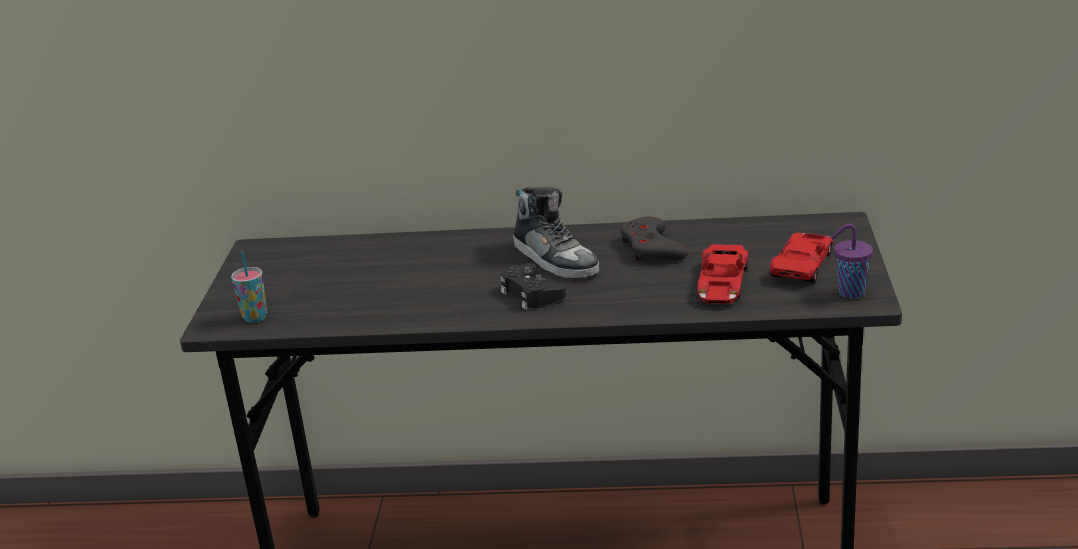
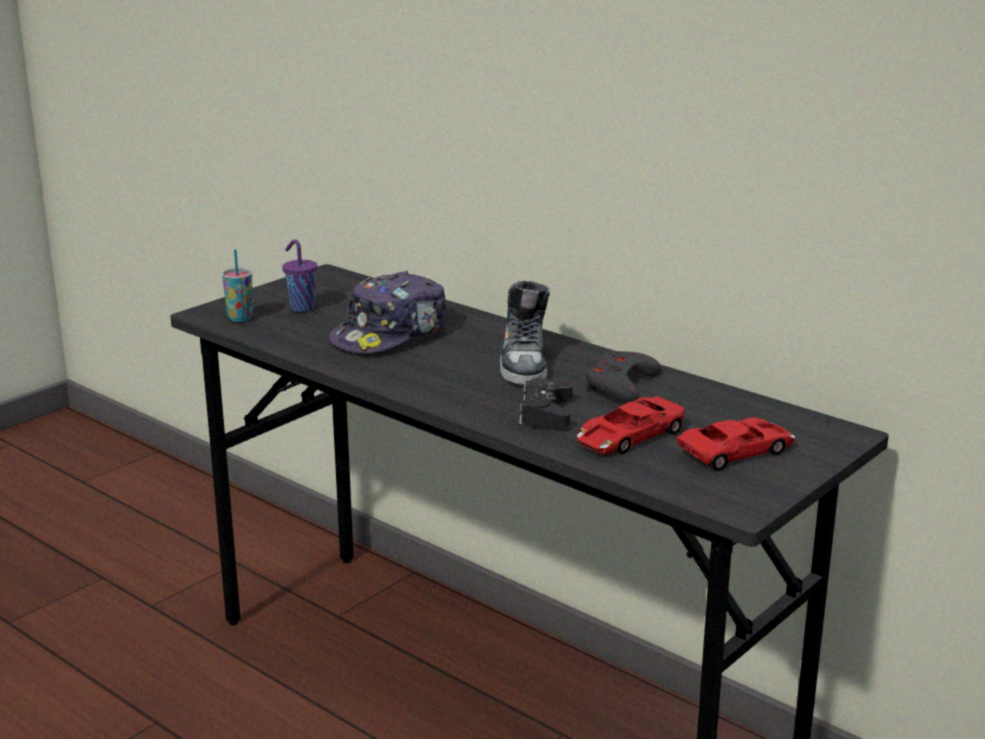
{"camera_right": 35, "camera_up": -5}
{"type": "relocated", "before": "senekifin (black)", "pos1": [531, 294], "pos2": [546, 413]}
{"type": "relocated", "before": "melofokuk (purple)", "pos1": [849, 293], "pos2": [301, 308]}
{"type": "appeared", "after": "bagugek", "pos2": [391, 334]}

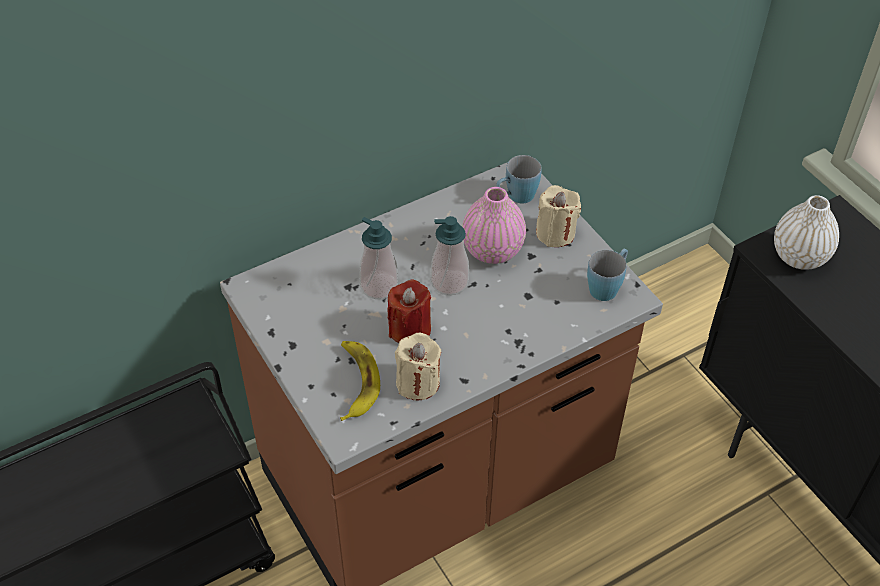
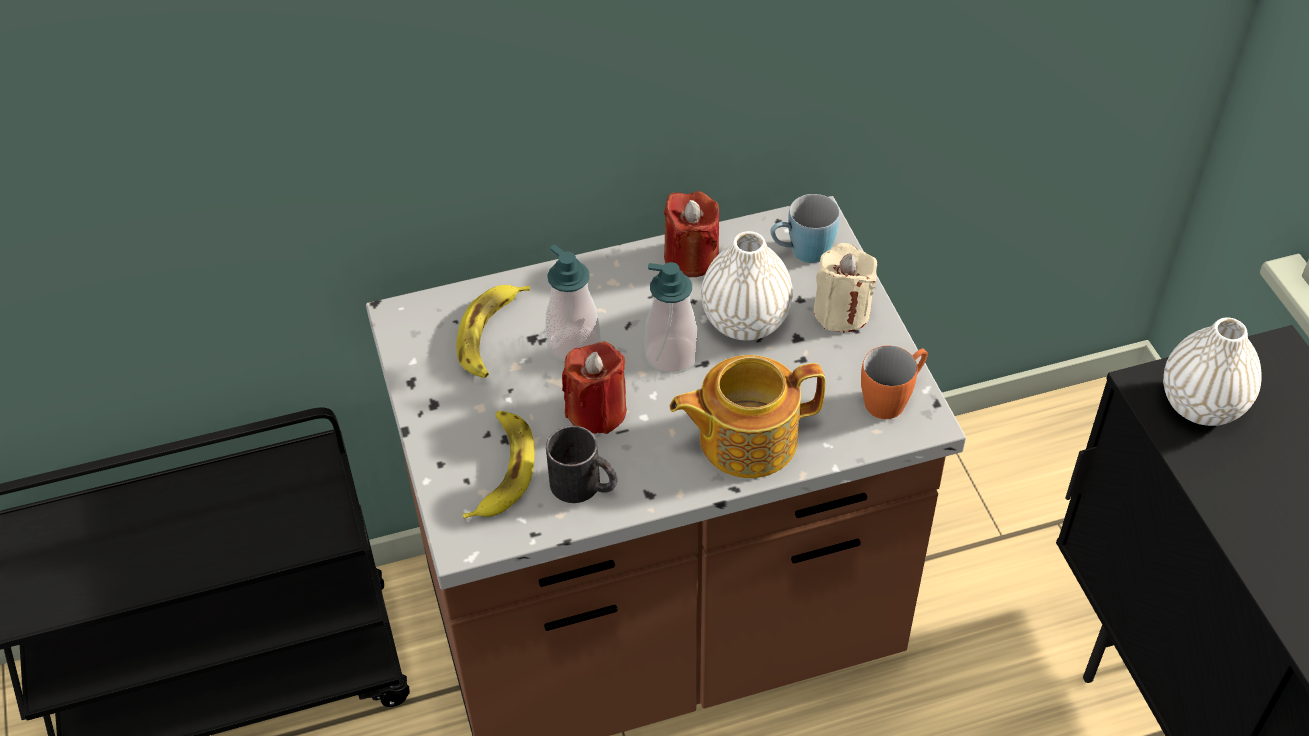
{"camera_right": 15, "camera_up": 0}
{"type": "exchanged", "before": "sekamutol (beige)", "after": "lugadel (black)", "pos1": [418, 383], "pos2": [584, 486]}
{"type": "colour", "before": "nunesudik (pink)", "after": "nunesudik (white)", "pos1": [492, 250], "pos2": [745, 321]}
{"type": "colour", "before": "lugadel (blue)", "after": "lugadel (orange)", "pos1": [607, 286], "pos2": [892, 398]}
{"type": "appeared", "after": "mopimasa", "pos2": [490, 335]}
{"type": "appeared", "after": "sekamutol (red)", "pos2": [691, 257]}
{"type": "appeared", "after": "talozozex", "pos2": [745, 438]}

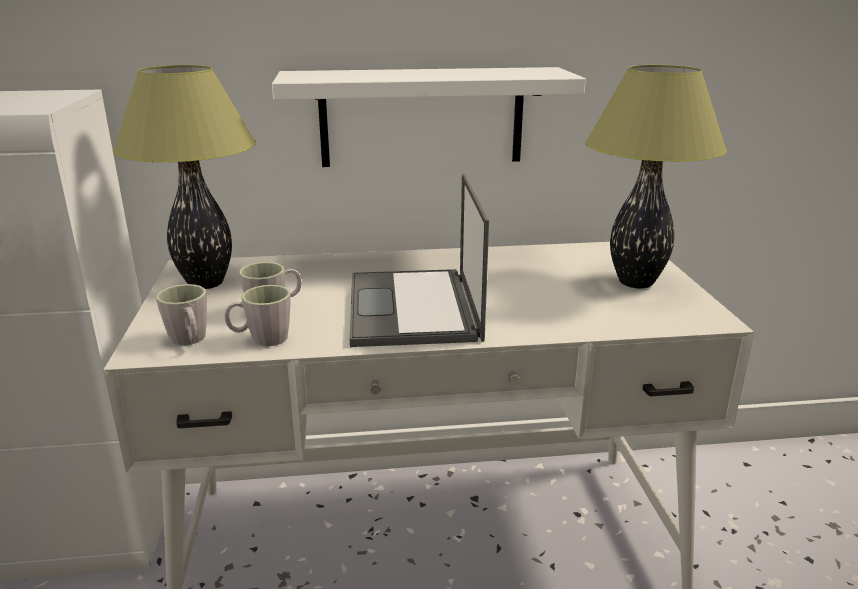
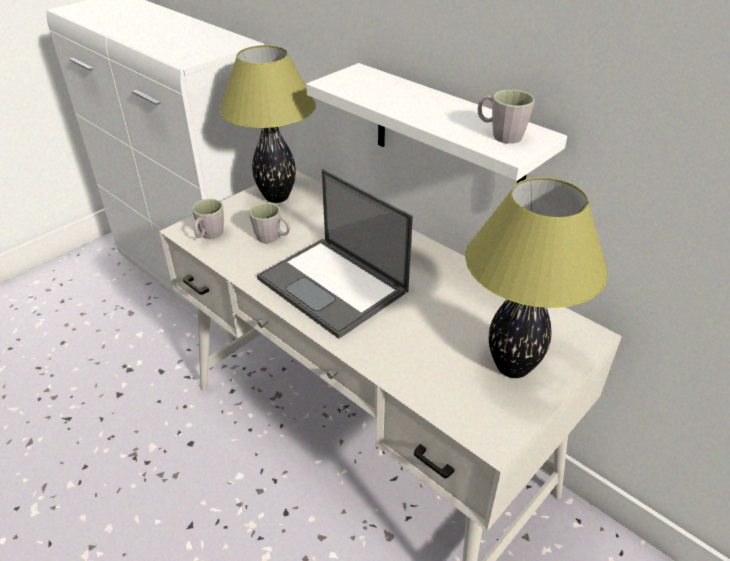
{"camera_right": 50, "camera_up": 15}
{"type": "relocated", "before": "lugadel (grey)", "pos1": [261, 339], "pos2": [500, 135]}
{"type": "spun", "before": "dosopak", "pos1": [414, 308], "pos2": [334, 286], "turn": -90}

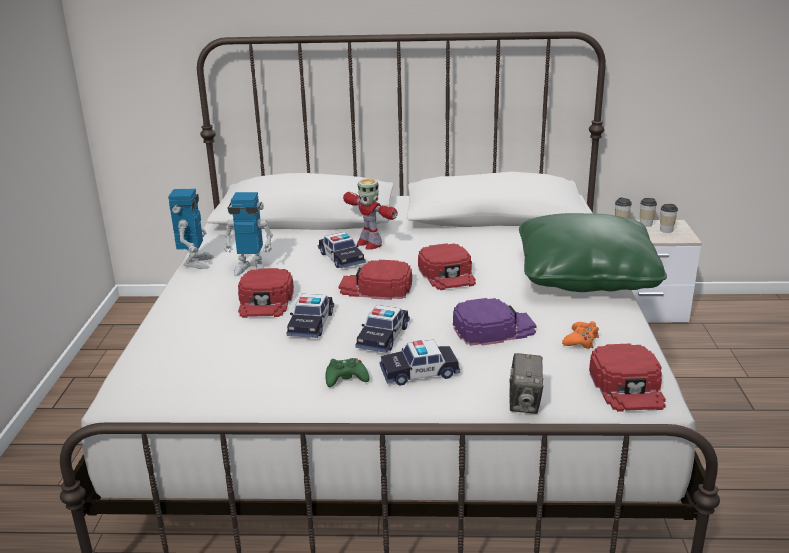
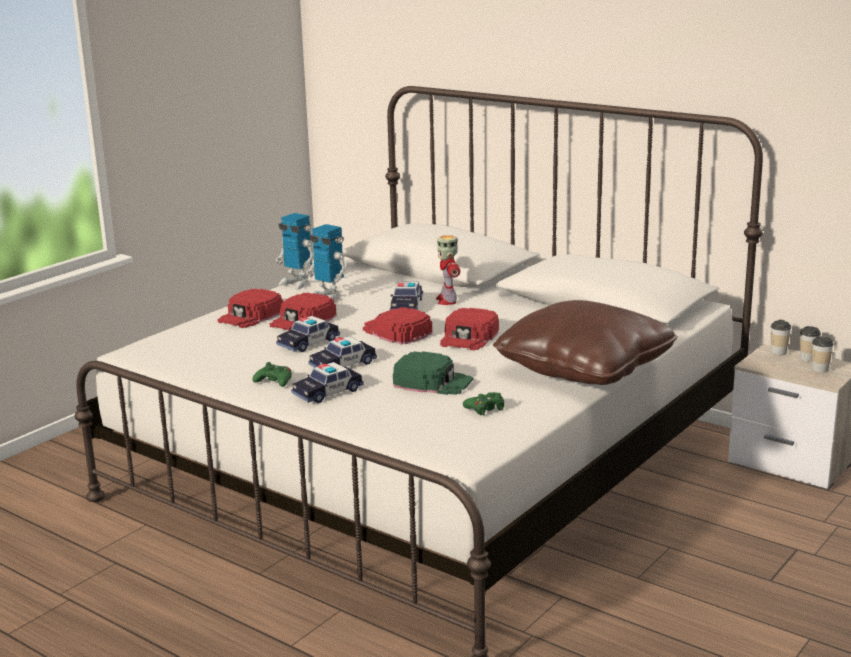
{"camera_right": 35, "camera_up": -5}
{"type": "spun", "before": "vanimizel", "pos1": [196, 263], "pos2": [297, 283], "turn": 90}
{"type": "spun", "before": "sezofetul", "pos1": [419, 372], "pos2": [328, 392], "turn": -60}
{"type": "colour", "before": "bagugek (purple)", "after": "bagugek (green)", "pos1": [493, 328], "pos2": [433, 382]}
{"type": "missing", "before": "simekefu", "pos1": [524, 403]}
{"type": "colour", "before": "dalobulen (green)", "after": "dalobulen (brown)", "pos1": [585, 276], "pos2": [584, 368]}
{"type": "colour", "before": "senekifin (orange)", "after": "senekifin (green)", "pos1": [581, 340], "pos2": [485, 408]}
{"type": "relocated", "before": "bagugek (red)", "pos1": [627, 386], "pos2": [251, 316]}

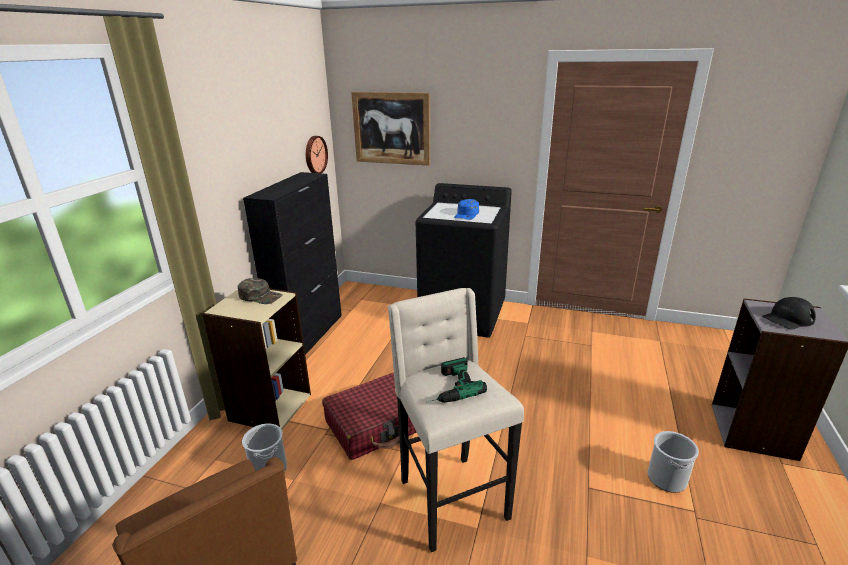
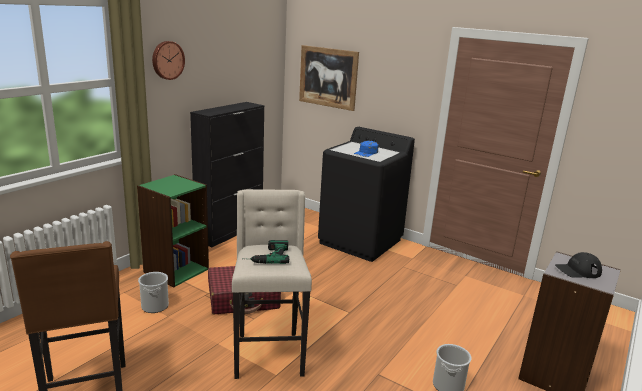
{"camera_right": 15, "camera_up": -5}
{"type": "colour", "before": "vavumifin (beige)", "after": "vavumifin (green)", "pos1": [270, 407], "pos2": [176, 270]}
{"type": "missing", "before": "bagugek (green)", "pos1": [260, 296]}
{"type": "relocated", "before": "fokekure", "pos1": [315, 154], "pos2": [167, 60]}

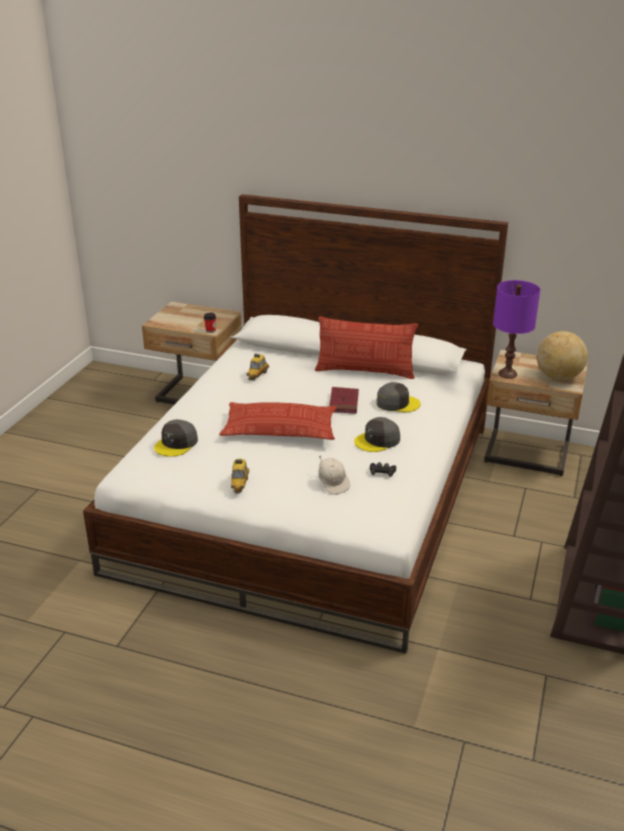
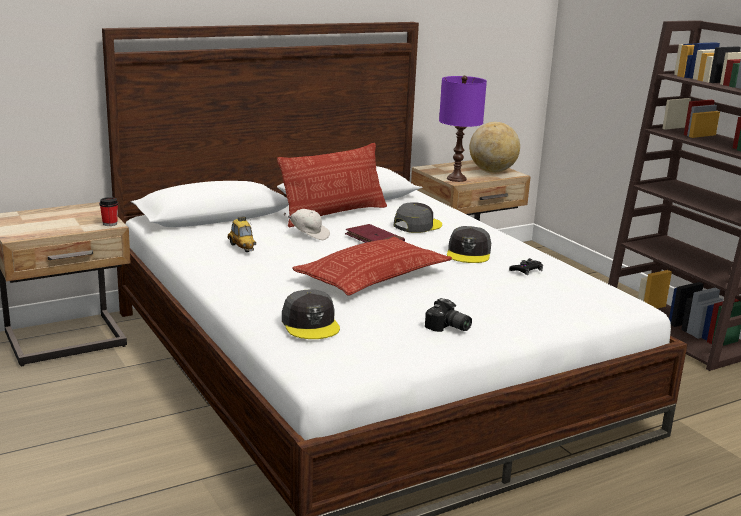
{"camera_right": -50, "camera_up": -10}
{"type": "exchanged", "before": "sezofetul", "after": "simekefu", "pos1": [239, 484], "pos2": [448, 328]}
{"type": "relocated", "before": "bagugek (white)", "pos1": [333, 483], "pos2": [309, 235]}

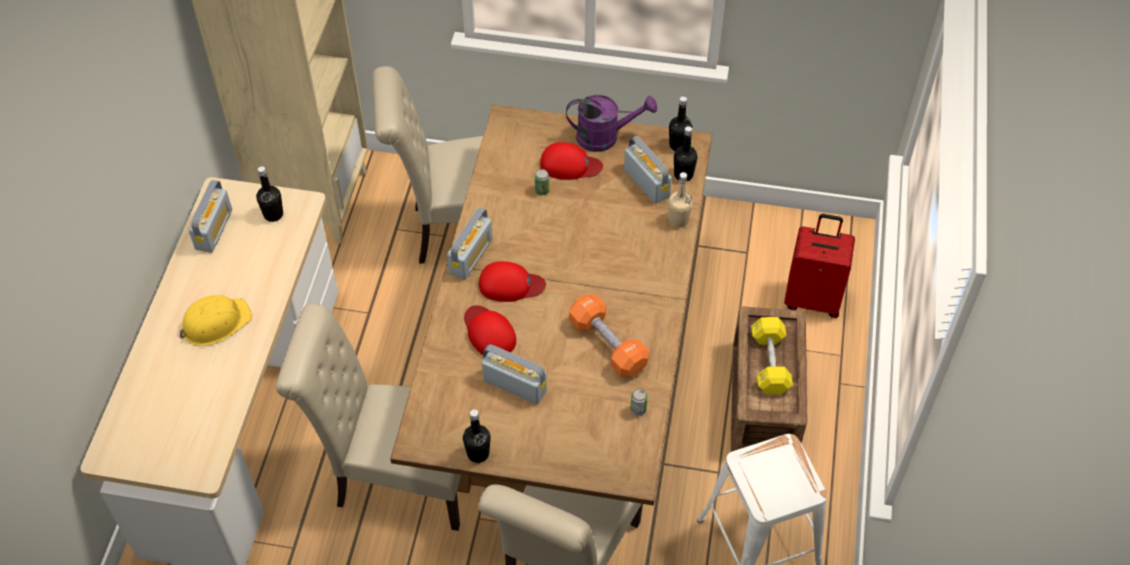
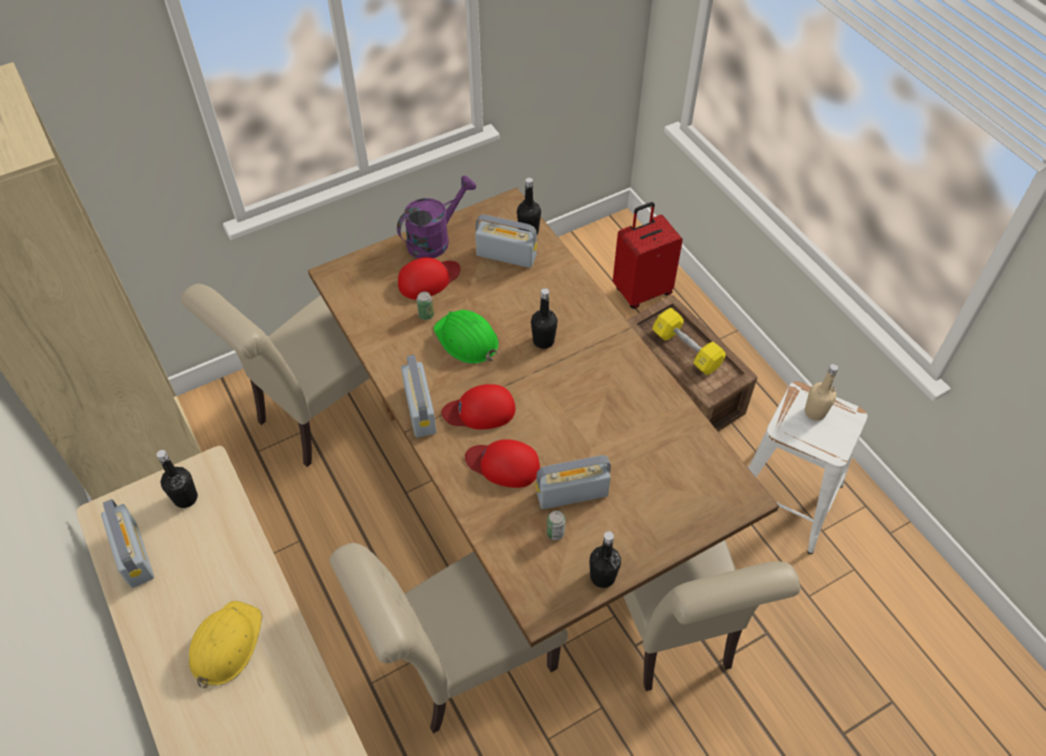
{"camera_right": -40, "camera_up": 0}
{"type": "spun", "before": "bagugek (red)", "pos1": [510, 285], "pos2": [480, 411], "turn": -150}
{"type": "missing", "before": "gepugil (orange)", "pos1": [608, 345]}
{"type": "relocated", "before": "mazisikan", "pos1": [638, 410], "pos2": [555, 533]}
{"type": "relocated", "before": "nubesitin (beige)", "pos1": [678, 220], "pos2": [815, 412]}
{"type": "relocated", "before": "nubesitin (black)", "pos1": [678, 145], "pos2": [543, 341]}
{"type": "appeared", "after": "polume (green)", "pos2": [466, 340]}

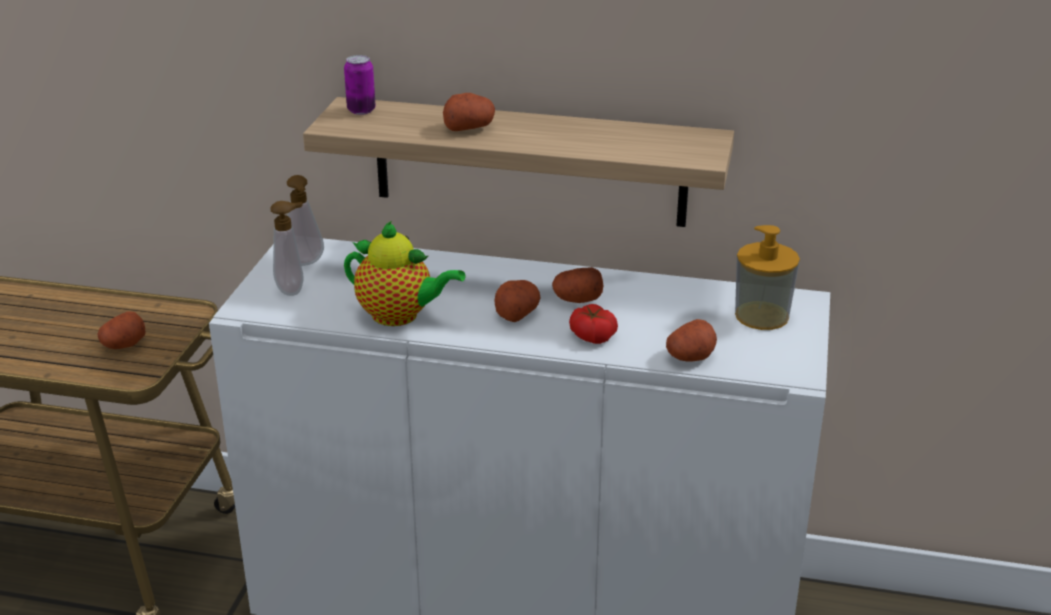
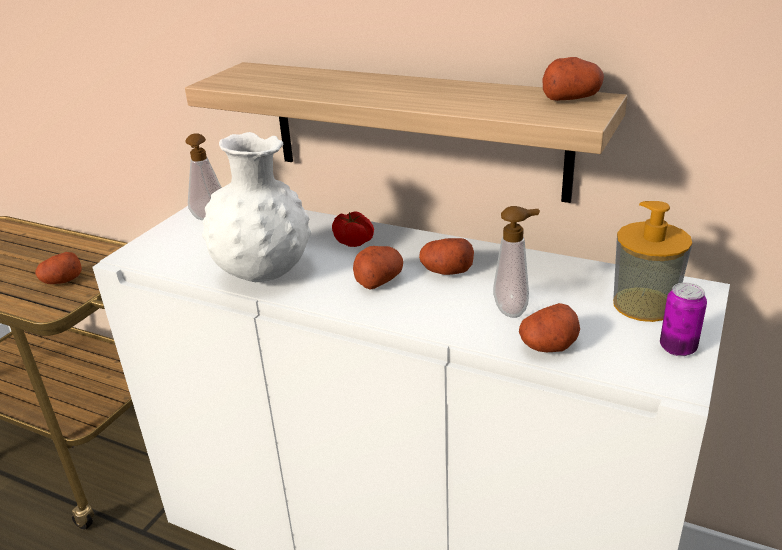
{"camera_right": 15, "camera_up": 0}
{"type": "relocated", "before": "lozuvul", "pos1": [293, 290], "pos2": [513, 310]}
{"type": "relocated", "before": "mazisikan", "pos1": [361, 110], "pos2": [677, 348]}
{"type": "exchanged", "before": "talozozex", "after": "nunesudik (white)", "pos1": [400, 316], "pos2": [264, 274]}
{"type": "relocated", "before": "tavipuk", "pos1": [469, 127], "pos2": [571, 98]}
{"type": "relocated", "before": "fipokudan", "pos1": [592, 336], "pos2": [353, 240]}

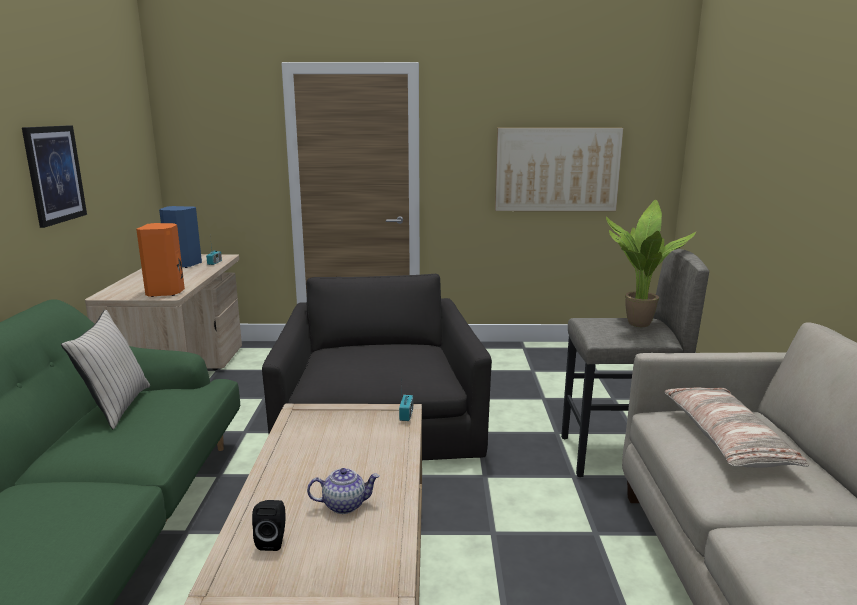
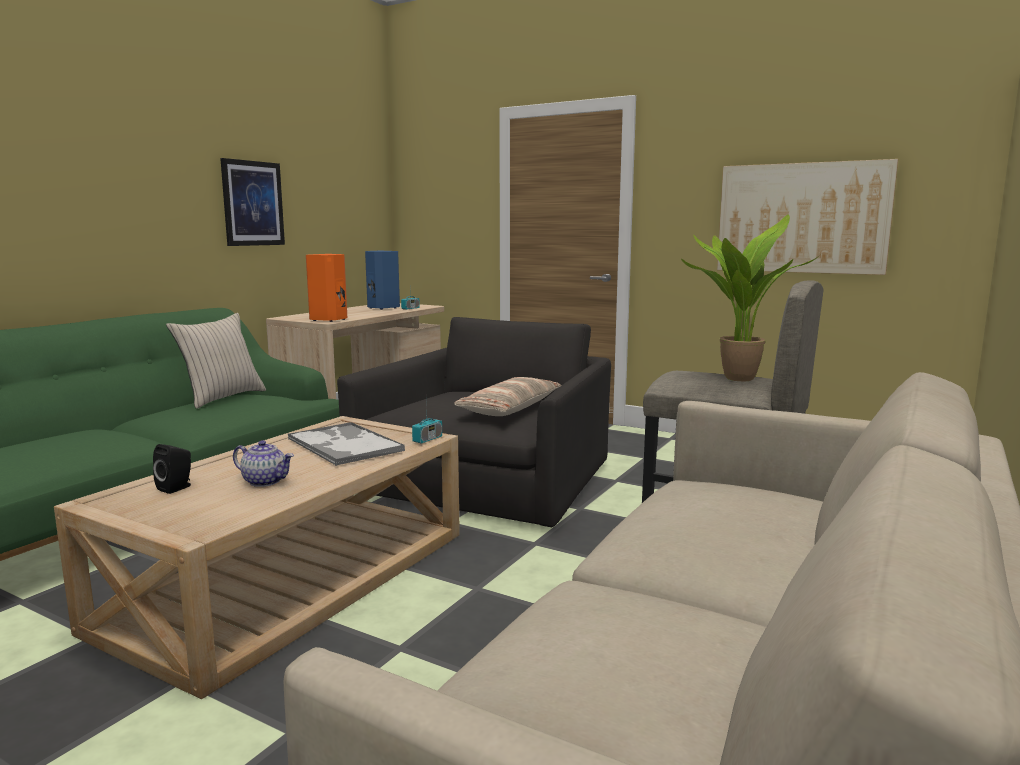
{"camera_right": 30, "camera_up": -5}
{"type": "relocated", "before": "dalobulen", "pos1": [725, 439], "pos2": [510, 408]}
{"type": "appeared", "after": "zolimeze", "pos2": [344, 444]}

